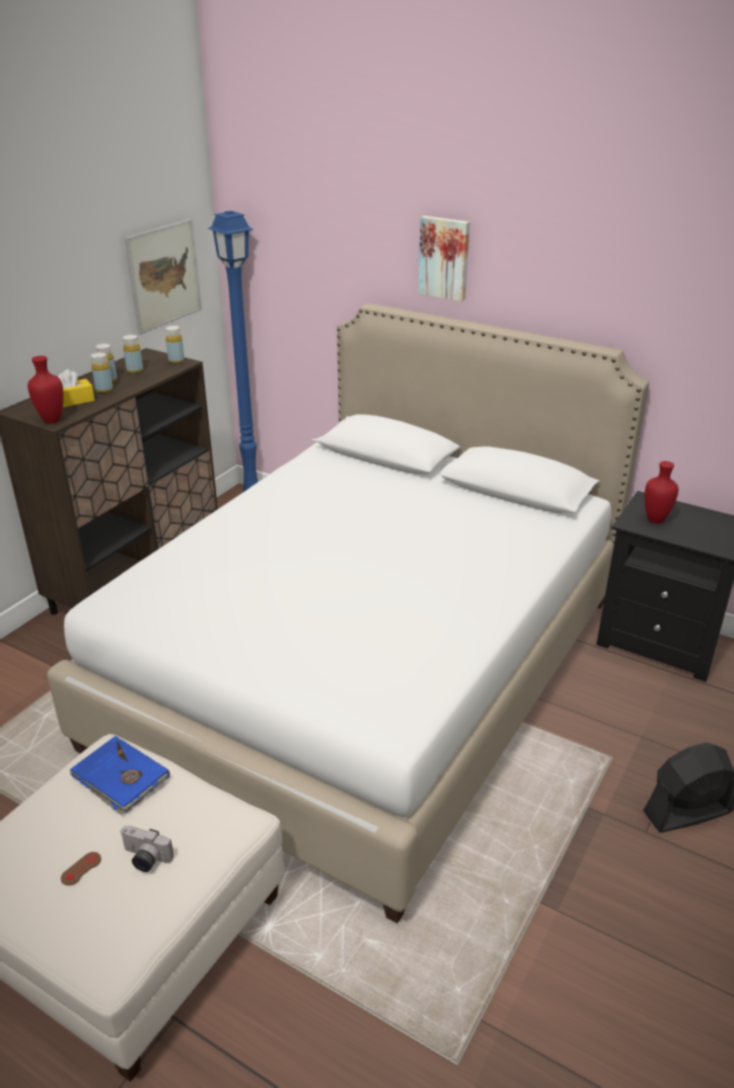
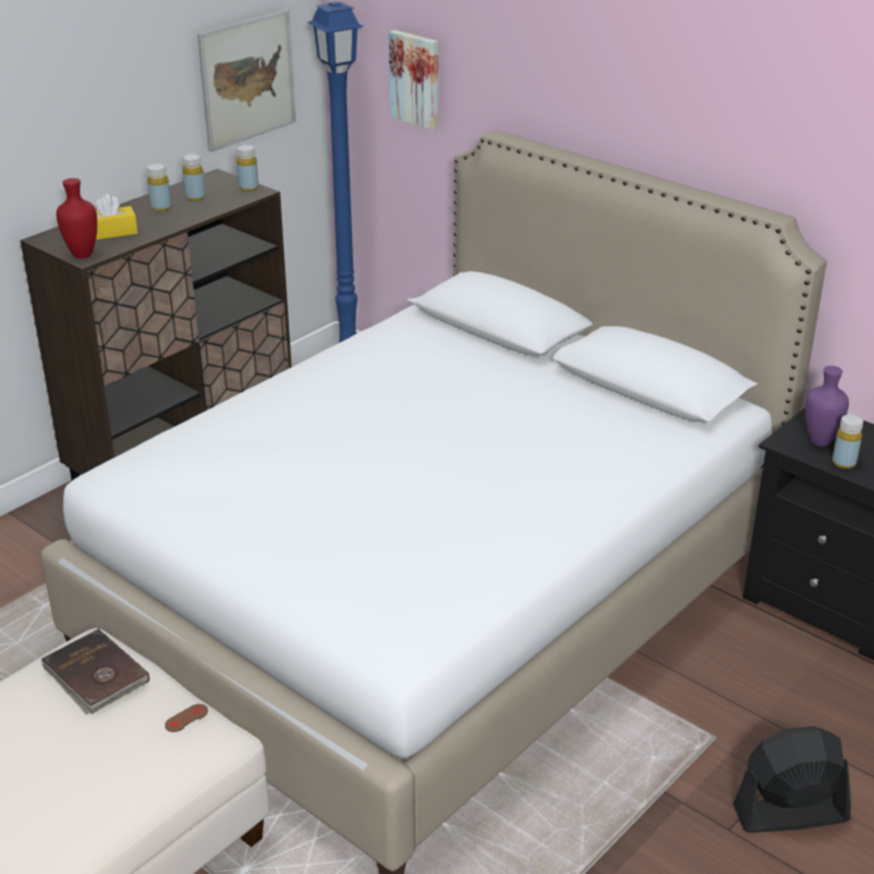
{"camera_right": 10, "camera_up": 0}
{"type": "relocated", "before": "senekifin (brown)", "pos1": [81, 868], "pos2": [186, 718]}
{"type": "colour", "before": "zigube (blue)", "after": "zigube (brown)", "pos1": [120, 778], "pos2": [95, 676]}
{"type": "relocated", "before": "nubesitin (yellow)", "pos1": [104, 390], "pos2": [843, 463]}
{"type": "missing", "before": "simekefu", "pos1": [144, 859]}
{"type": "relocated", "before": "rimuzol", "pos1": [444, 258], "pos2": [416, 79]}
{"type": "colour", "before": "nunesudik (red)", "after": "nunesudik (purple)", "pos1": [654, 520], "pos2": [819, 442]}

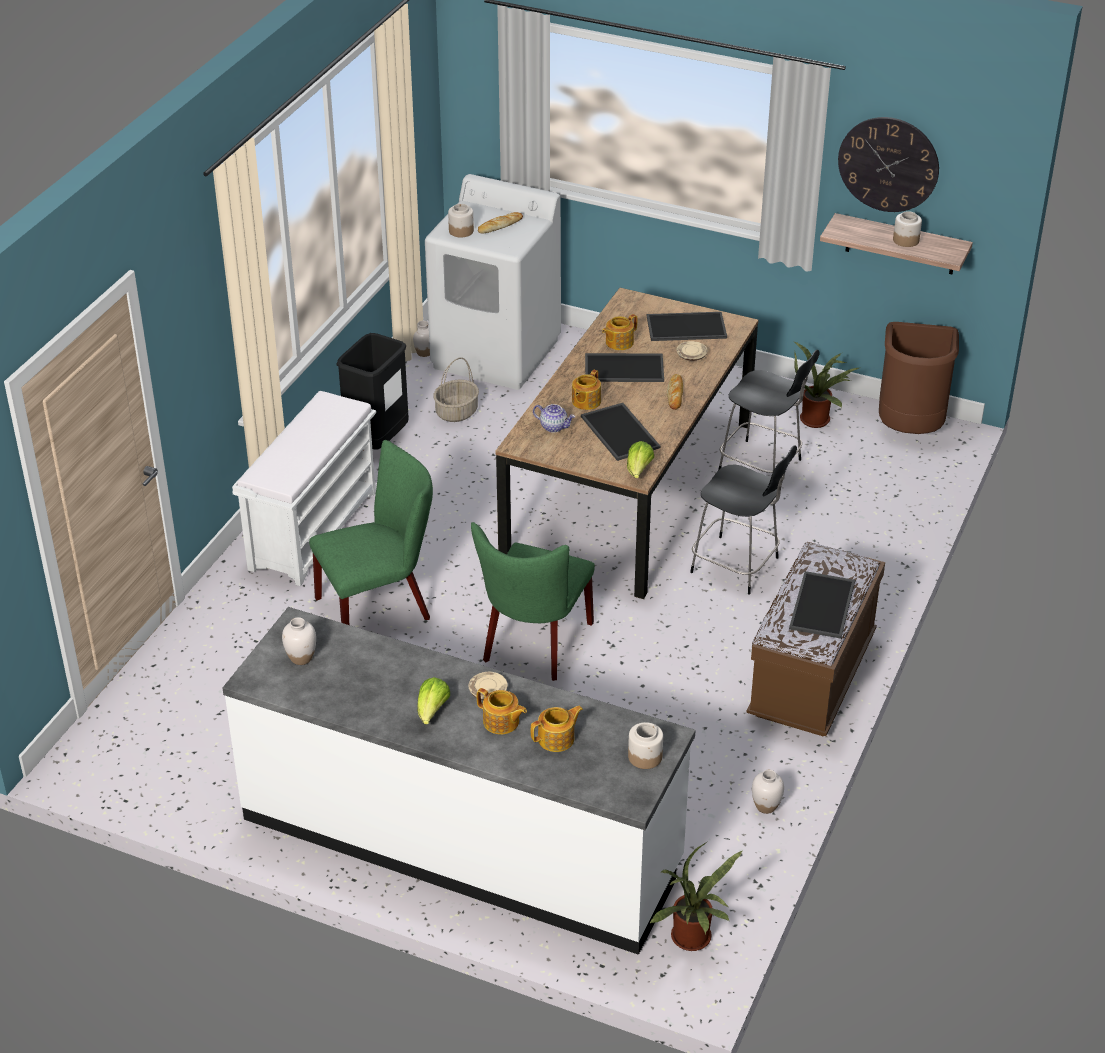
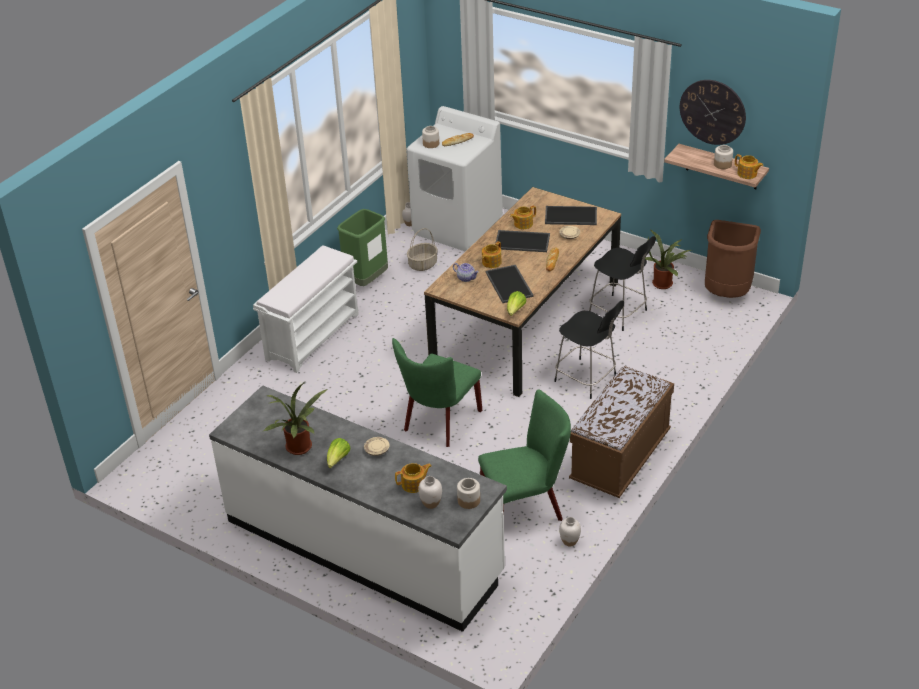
{"camera_right": 10, "camera_up": 0}
{"type": "relocated", "before": "nunesudik (white)", "pos1": [301, 658], "pos2": [431, 503]}
{"type": "relocated", "before": "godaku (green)", "pos1": [380, 607], "pos2": [526, 507]}
{"type": "colour", "before": "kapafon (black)", "after": "kapafon (green)", "pos1": [377, 442], "pos2": [366, 281]}
{"type": "relocated", "before": "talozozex", "pos1": [501, 722], "pos2": [747, 174]}
{"type": "relocated", "before": "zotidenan", "pos1": [693, 940], "pos2": [299, 449]}
{"type": "missing", "before": "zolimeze", "pos1": [823, 606]}

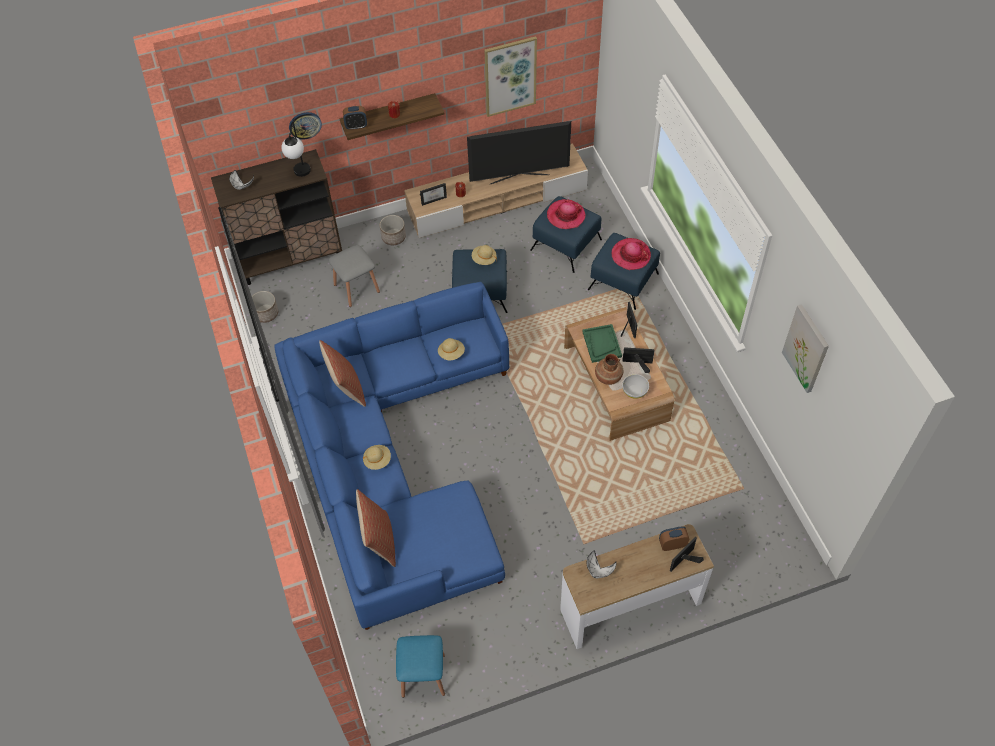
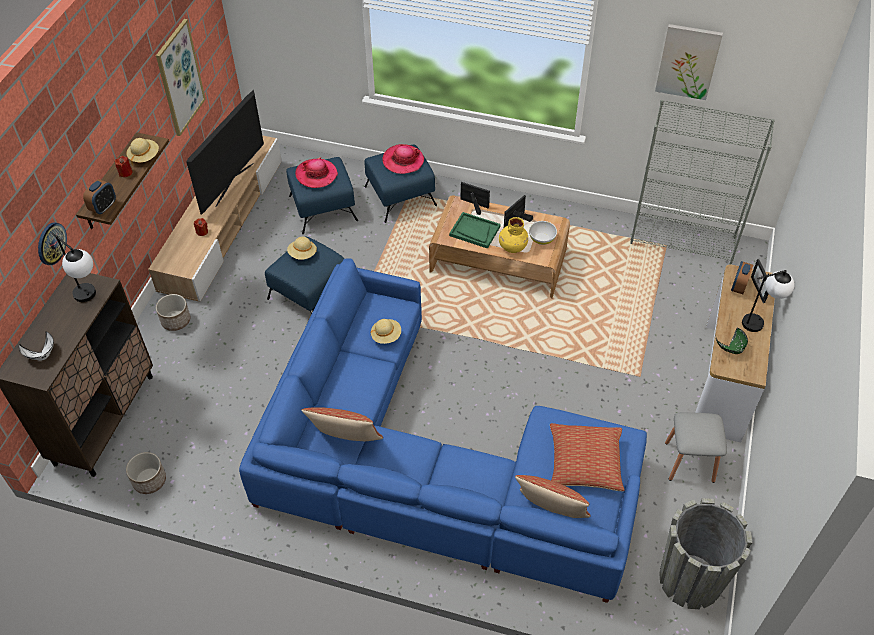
{"camera_right": -55, "camera_up": -5}
{"type": "relocated", "before": "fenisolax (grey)", "pos1": [356, 288], "pos2": [689, 461]}
{"type": "relocated", "before": "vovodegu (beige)", "pos1": [377, 460], "pos2": [144, 156]}
{"type": "exchanged", "before": "fenisolax (blue)", "after": "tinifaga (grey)", "pos1": [423, 675], "pos2": [690, 579]}
{"type": "missing", "before": "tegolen", "pos1": [433, 199]}
{"type": "colour", "before": "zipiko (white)", "after": "zipiko (green)", "pos1": [599, 571], "pos2": [731, 348]}
{"type": "colour", "before": "nunesudik (brown)", "after": "nunesudik (yellow)", "pos1": [608, 377], "pos2": [512, 247]}
{"type": "appeared", "after": "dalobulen", "pos2": [585, 463]}
{"type": "appeared", "after": "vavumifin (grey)", "pos2": [683, 240]}
{"type": "appeared", "after": "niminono", "pos2": [760, 321]}

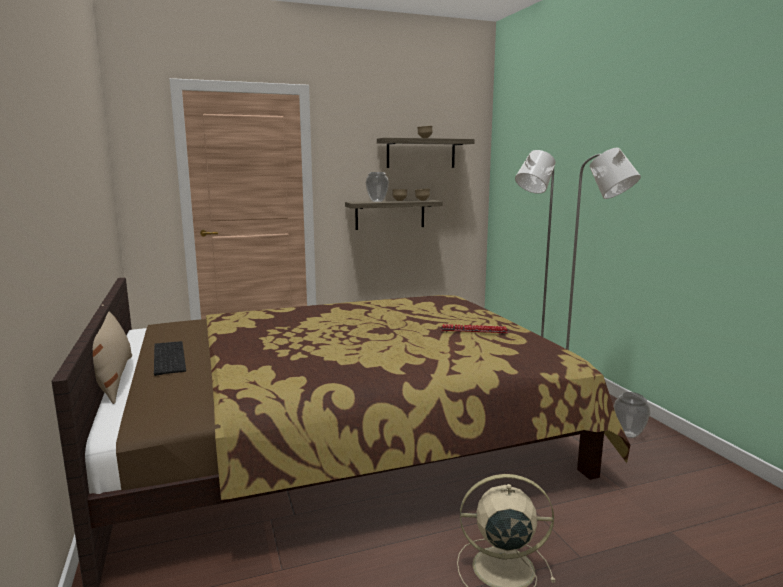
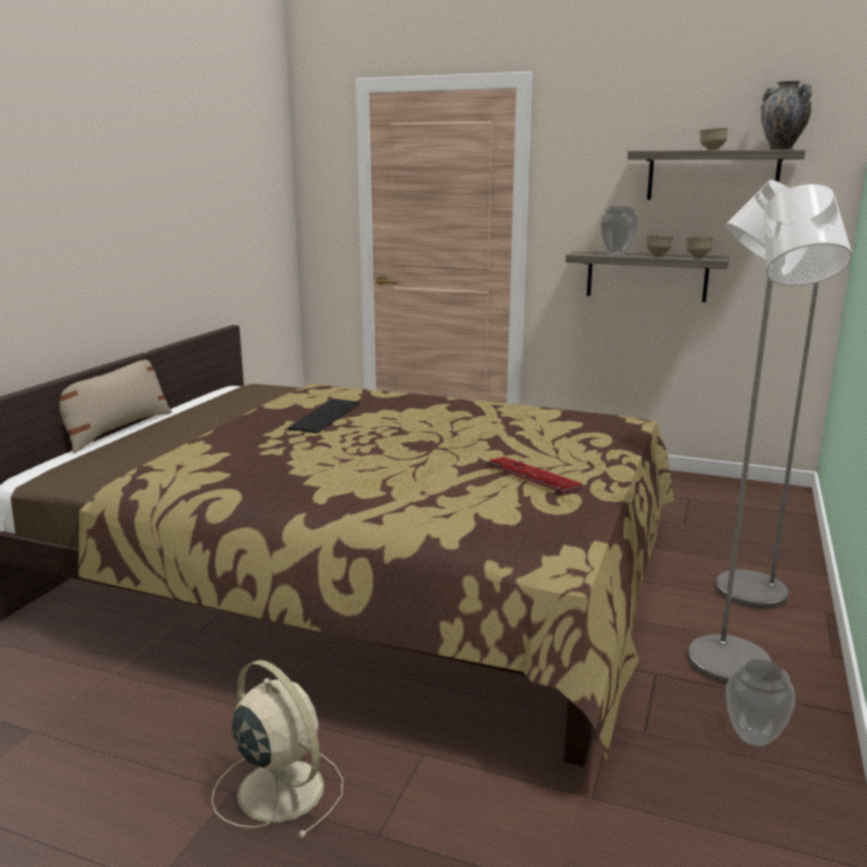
{"camera_right": 40, "camera_up": 5}
{"type": "relocated", "before": "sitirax", "pos1": [167, 357], "pos2": [324, 415]}
{"type": "appeared", "after": "nunesudik", "pos2": [781, 149]}

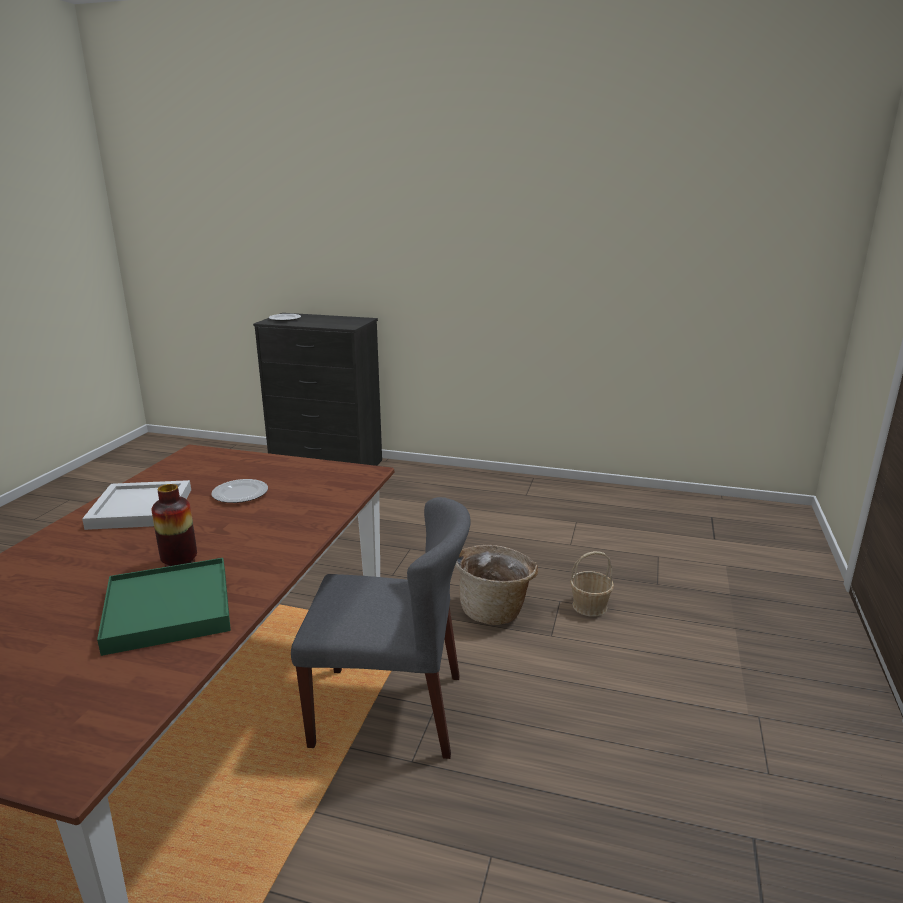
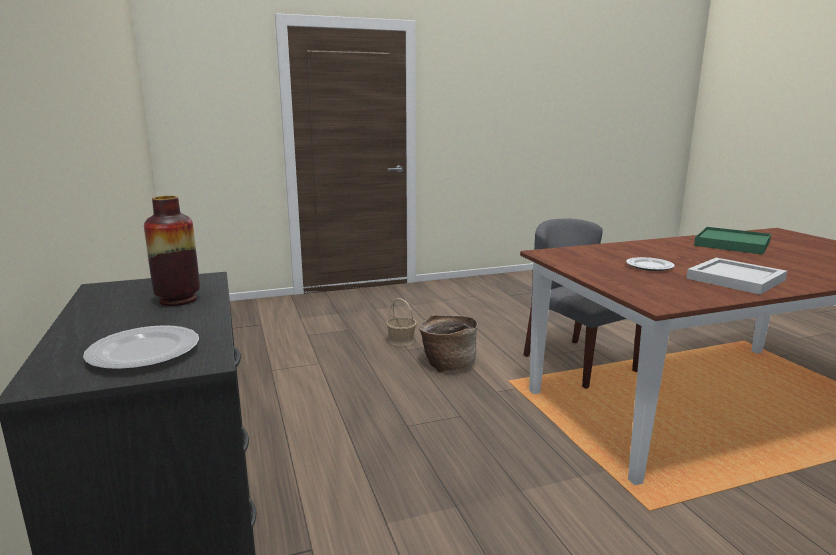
{"camera_right": -125, "camera_up": -5}
{"type": "relocated", "before": "nunesudik", "pos1": [180, 563], "pos2": [178, 300]}

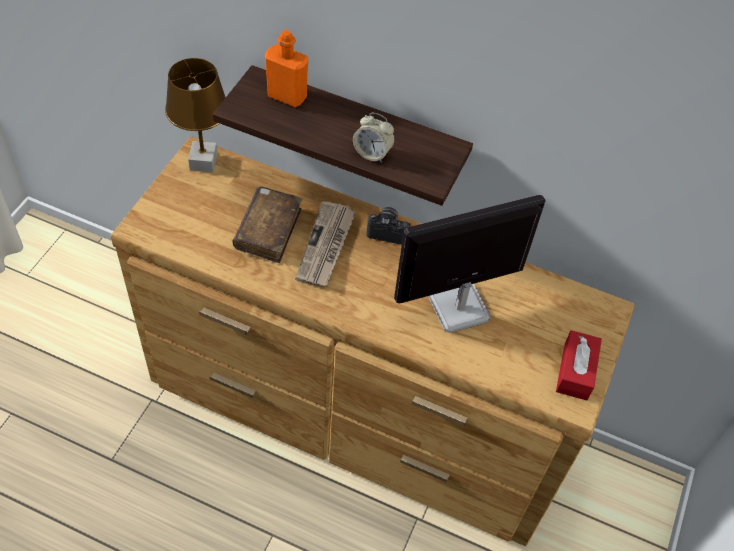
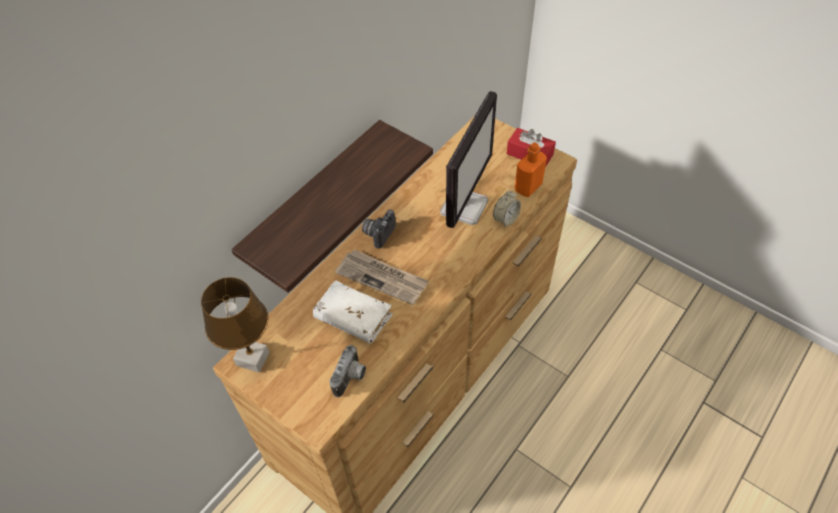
{"camera_right": -70, "camera_up": 0}
{"type": "colour", "before": "zigube (brown)", "after": "zigube (white)", "pos1": [268, 230], "pos2": [353, 317]}
{"type": "relocated", "before": "nubesitin (orange)", "pos1": [287, 96], "pos2": [528, 187]}
{"type": "relocated", "before": "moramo", "pos1": [372, 153], "pos2": [505, 219]}
{"type": "spun", "before": "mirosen", "pos1": [457, 308], "pos2": [464, 206], "turn": -150}
{"type": "appeared", "after": "simekefu", "pos2": [351, 378]}

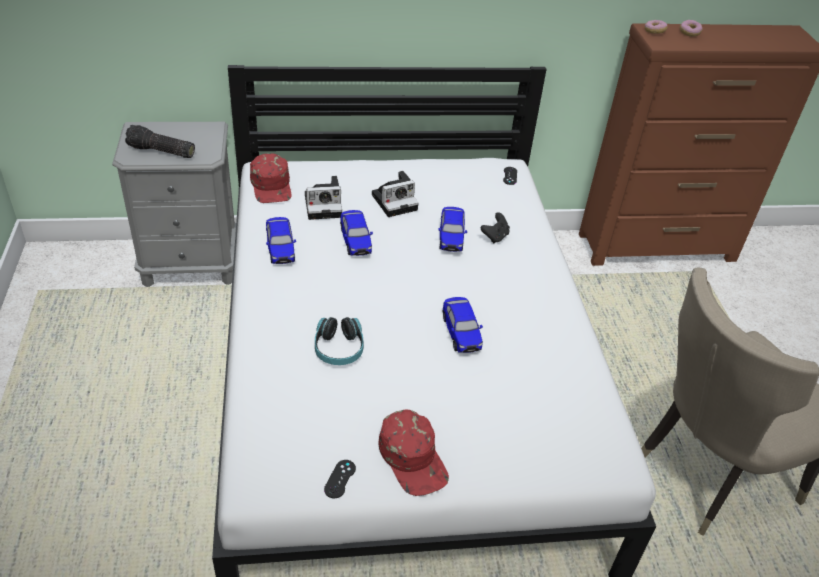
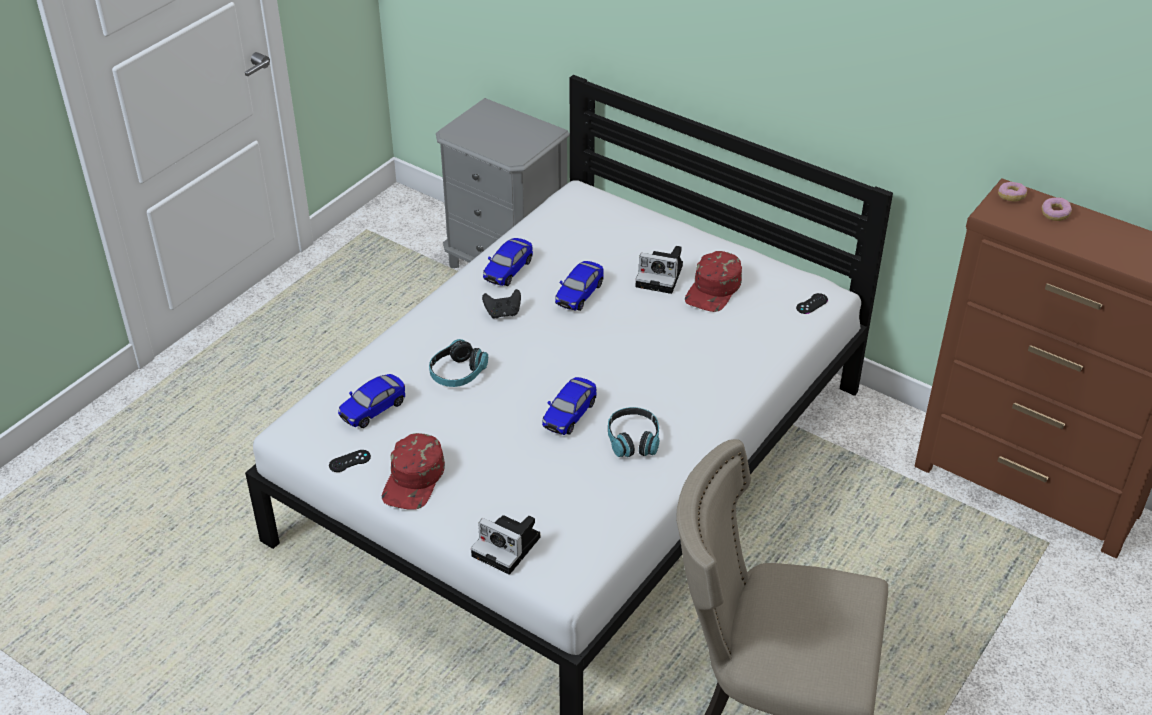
{"camera_right": 45, "camera_up": 0}
{"type": "missing", "before": "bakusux", "pos1": [160, 152]}
{"type": "relocated", "before": "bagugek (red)", "pos1": [272, 186], "pos2": [714, 289]}
{"type": "relocated", "before": "simekefu", "pos1": [325, 205], "pos2": [509, 547]}
{"type": "relocated", "before": "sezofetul", "pos1": [451, 238], "pos2": [373, 410]}
{"type": "relocated", "before": "senekifin (black)", "pos1": [495, 237], "pos2": [503, 313]}
{"type": "appeared", "after": "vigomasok", "pos2": [633, 440]}

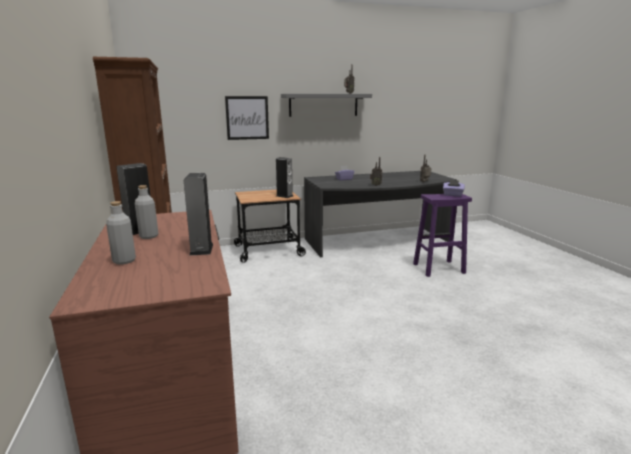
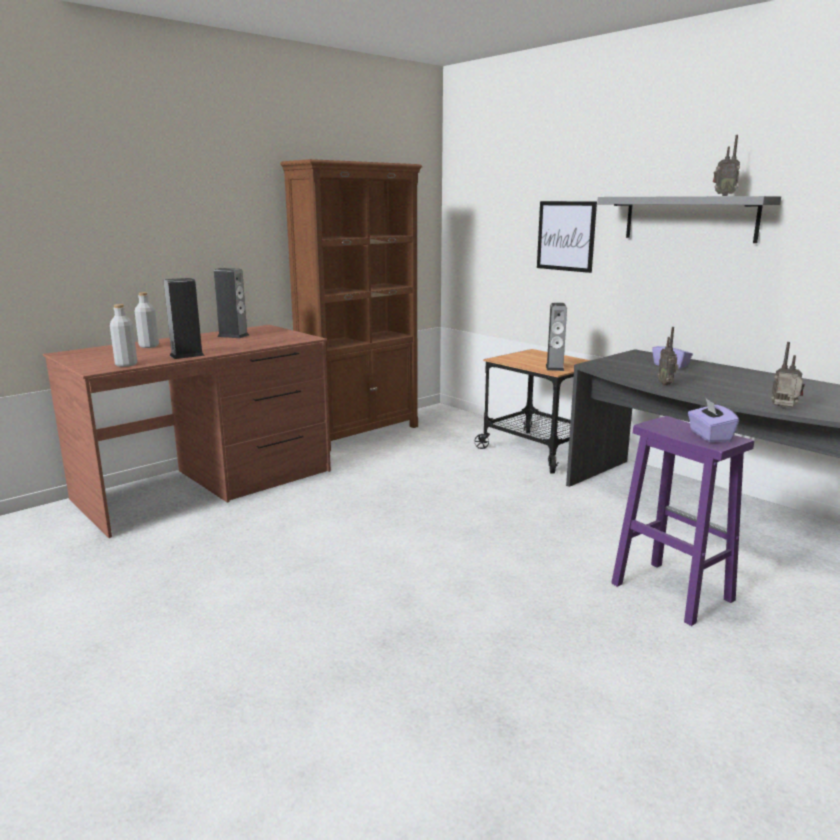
{"camera_right": 65, "camera_up": 0}
{"type": "relocated", "before": "nubesitin (grey)", "pos1": [149, 236], "pos2": [126, 364]}

